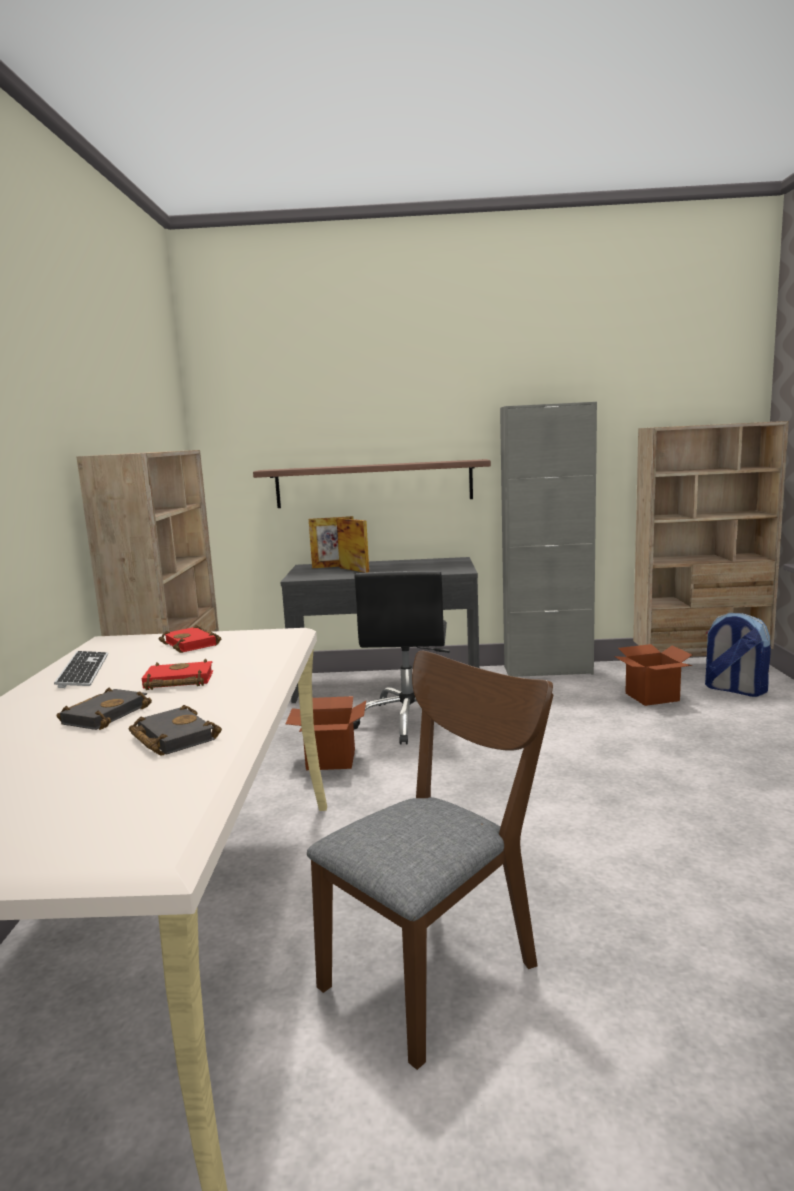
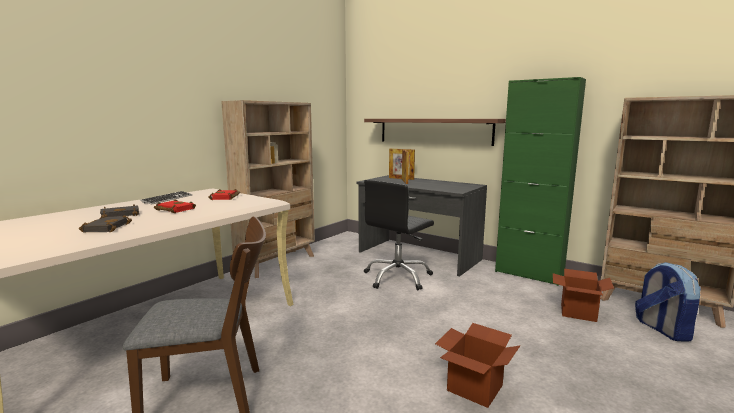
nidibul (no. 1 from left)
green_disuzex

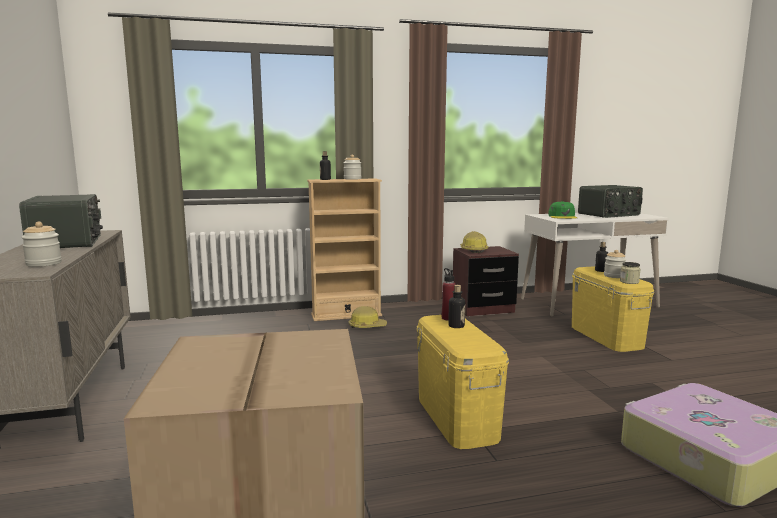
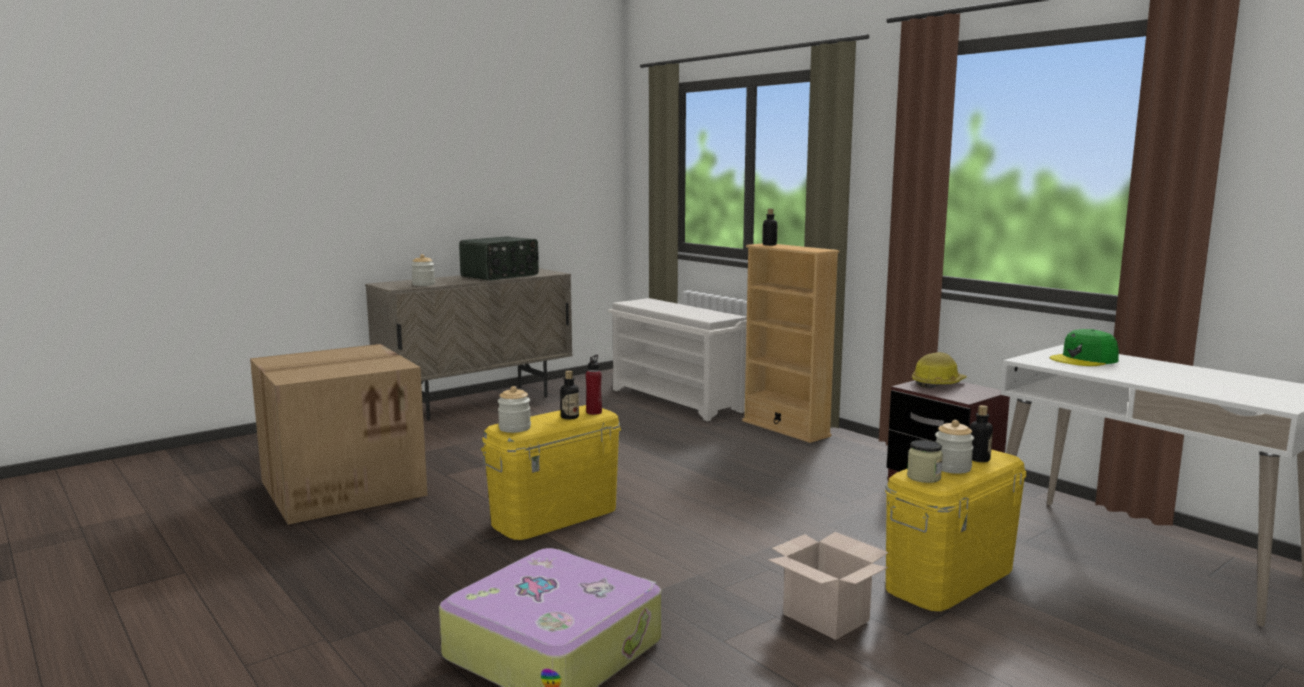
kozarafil (no. 1 from left in the first image)
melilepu (no. 2 from left in the first image)
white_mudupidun
nidibul (no. 2 from left)
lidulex (no. 2 from left)

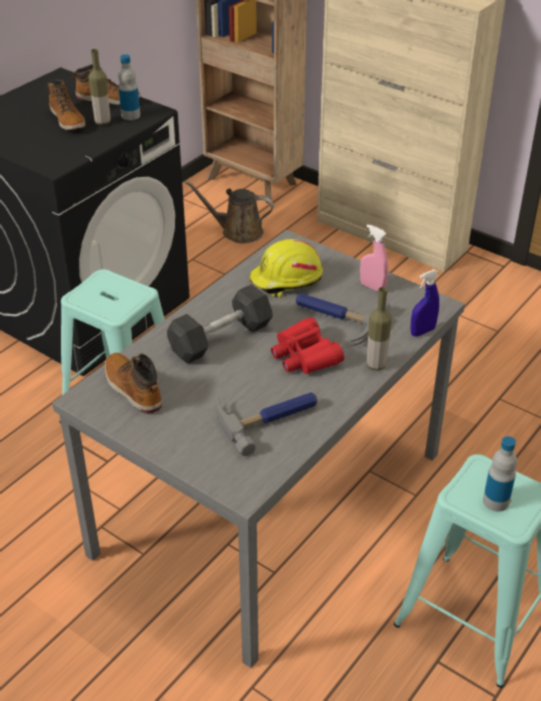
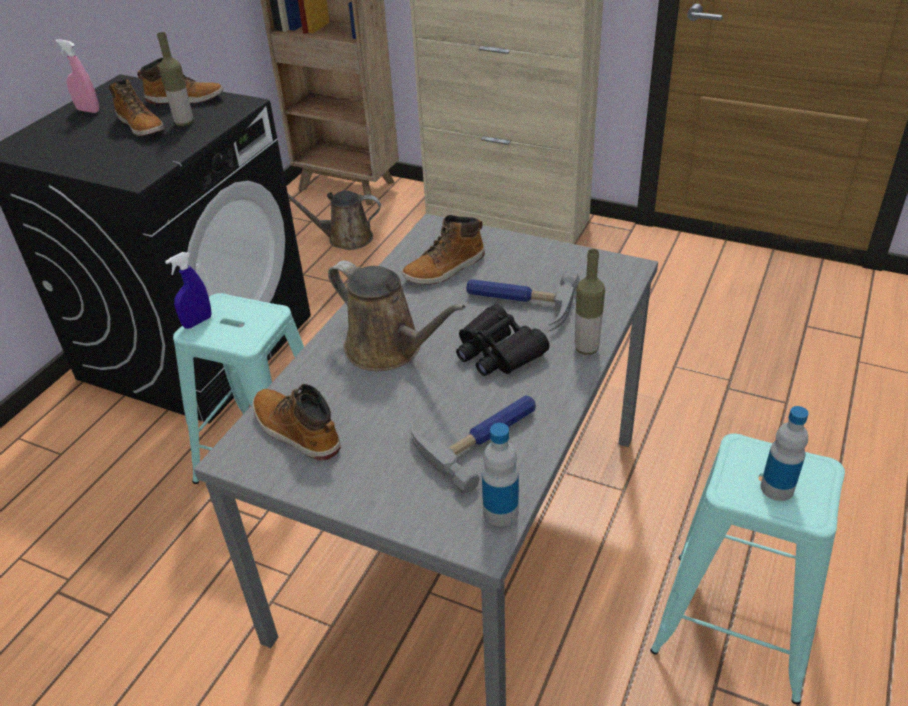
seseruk (no. 2 from left)
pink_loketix
blue_loketix
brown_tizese (no. 2 from left)
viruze (no. 4 from left)
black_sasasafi

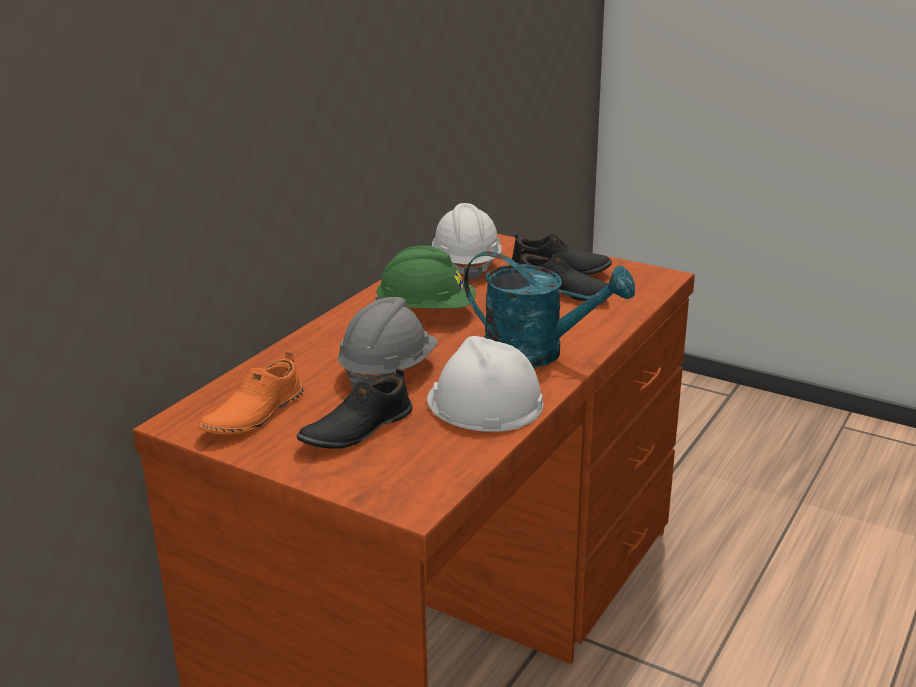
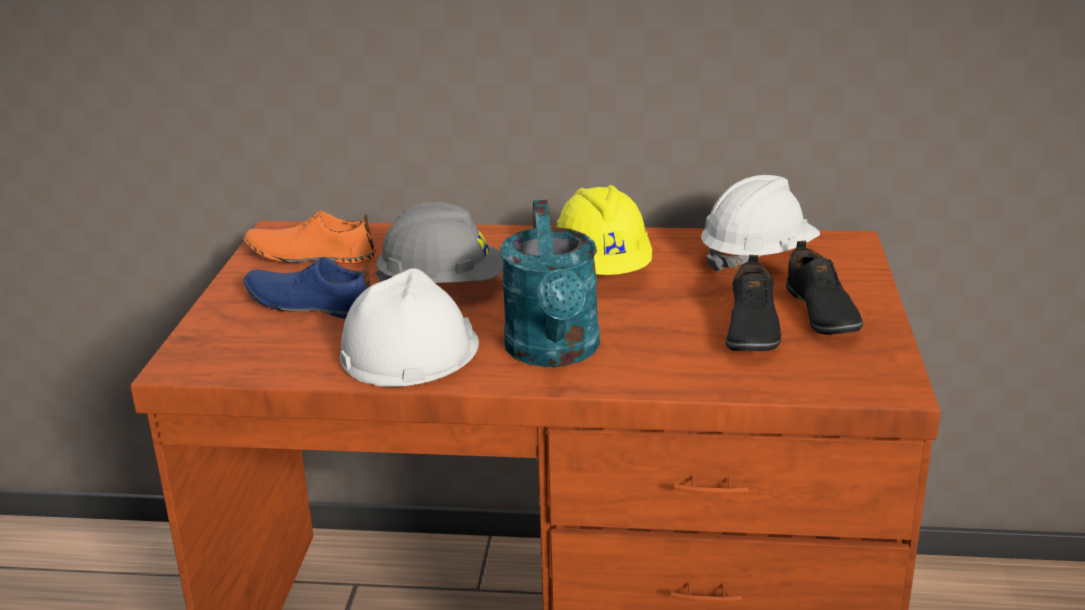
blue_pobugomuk
yellow_kozarafil

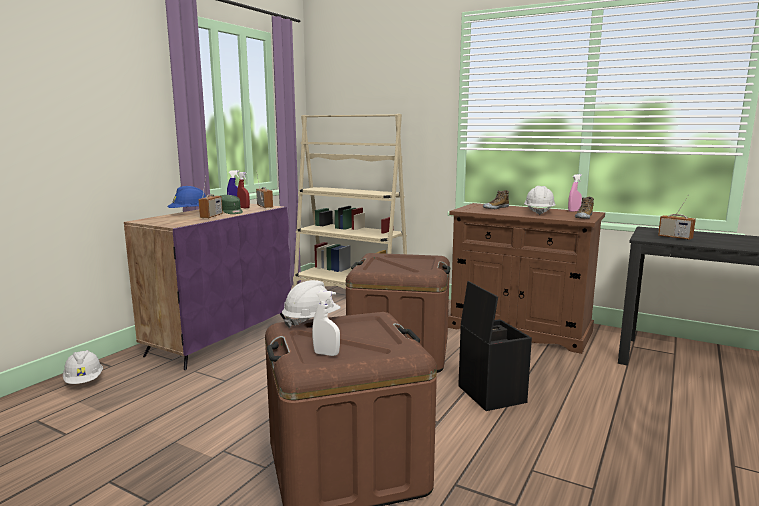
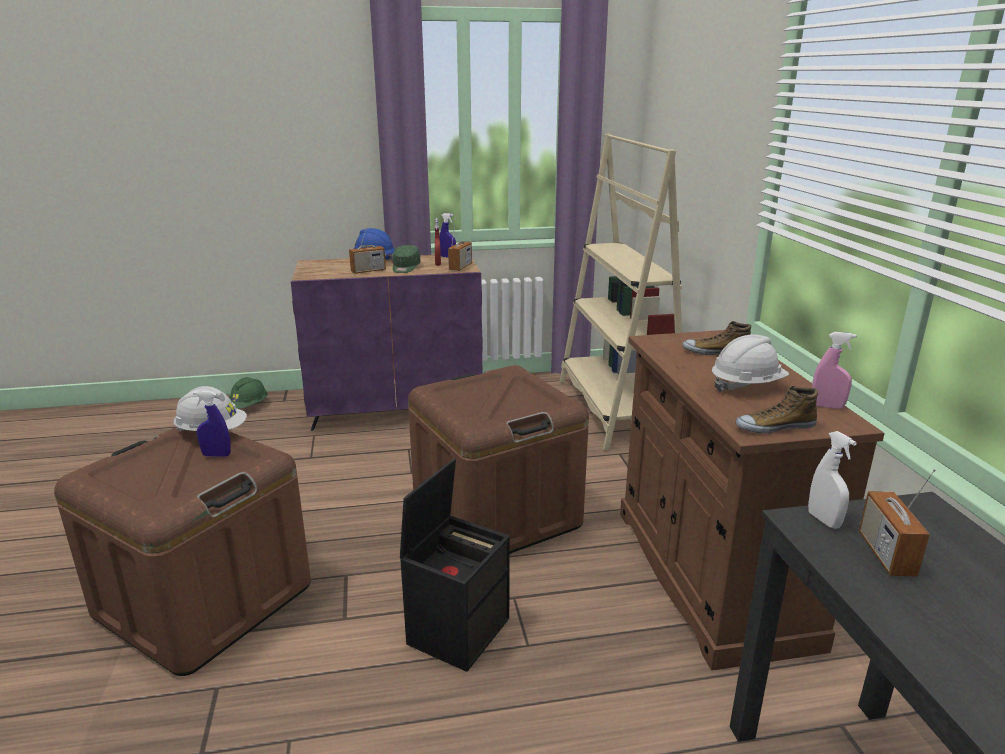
blue_loketix (no. 1 from left)
white_loketix
green_kozarafil

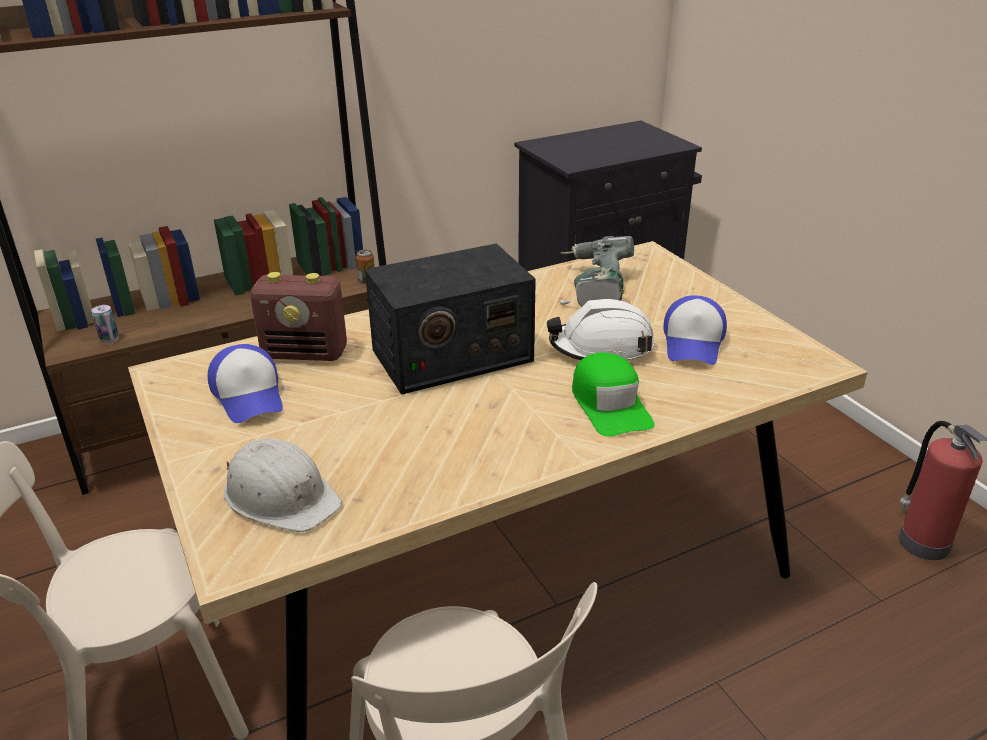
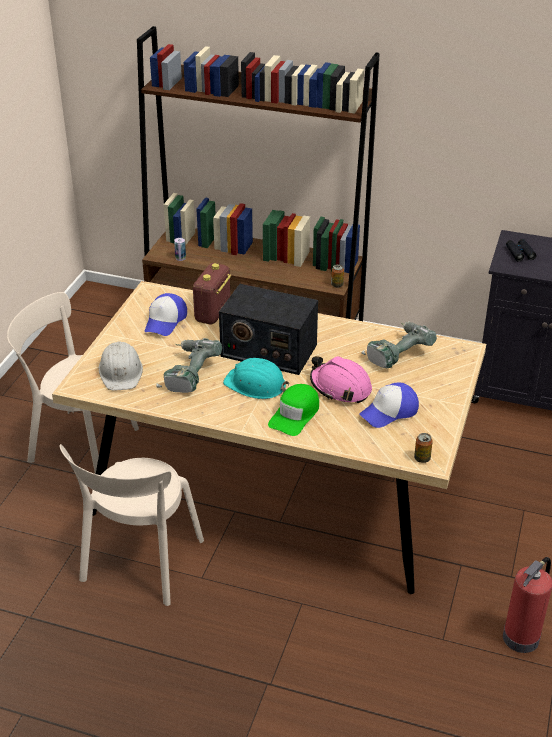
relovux (no. 1 from left)
turquoise_kozarafil
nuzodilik (no. 3 from left)
black_sasasafi
pink_kozarafil
melilepu (no. 1 from left)

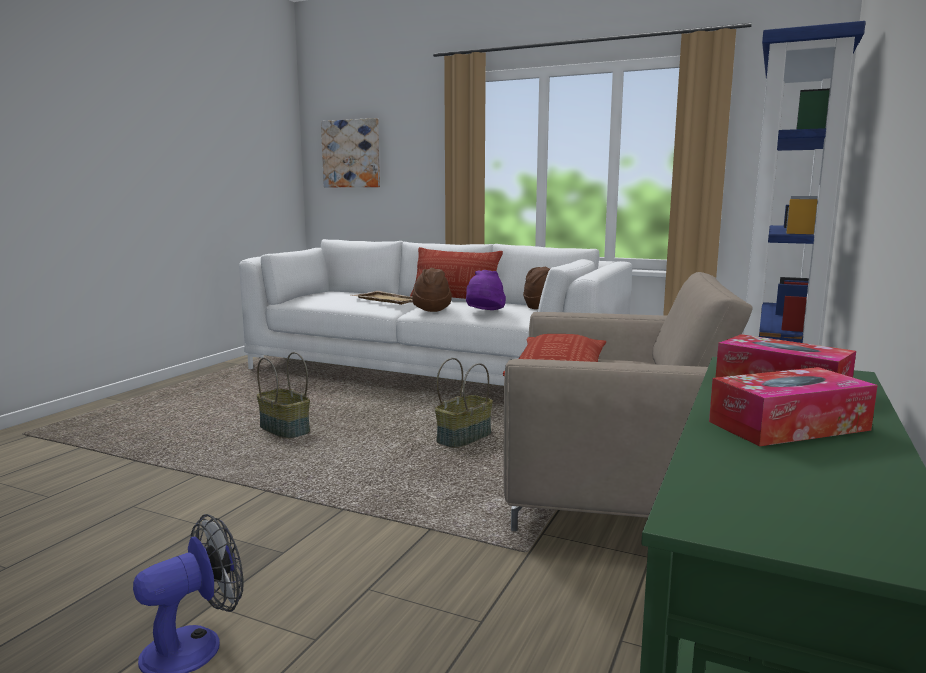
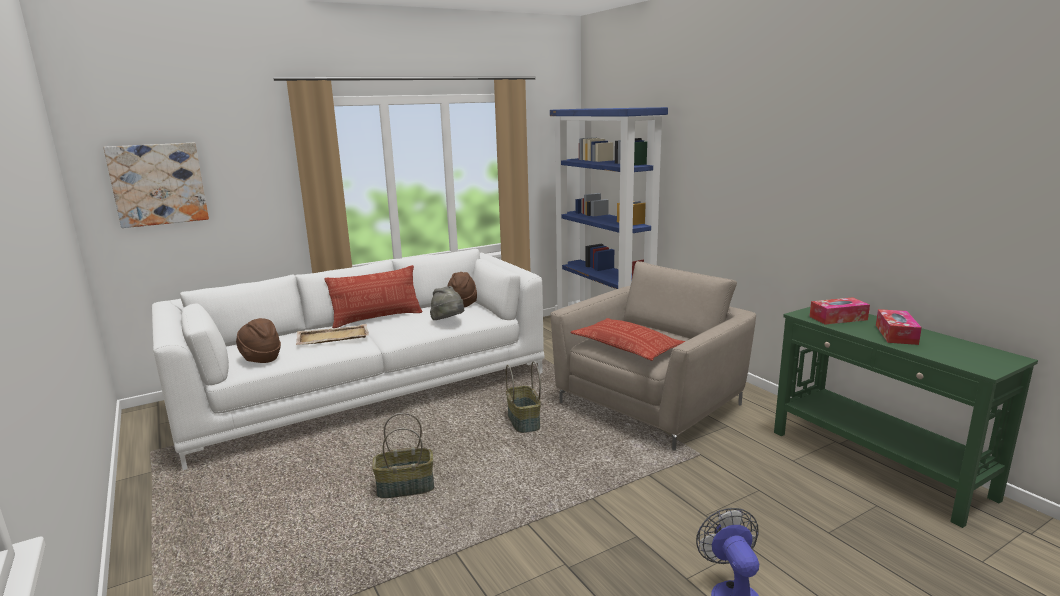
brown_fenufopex (no. 1 from left)
grey_fenufopex

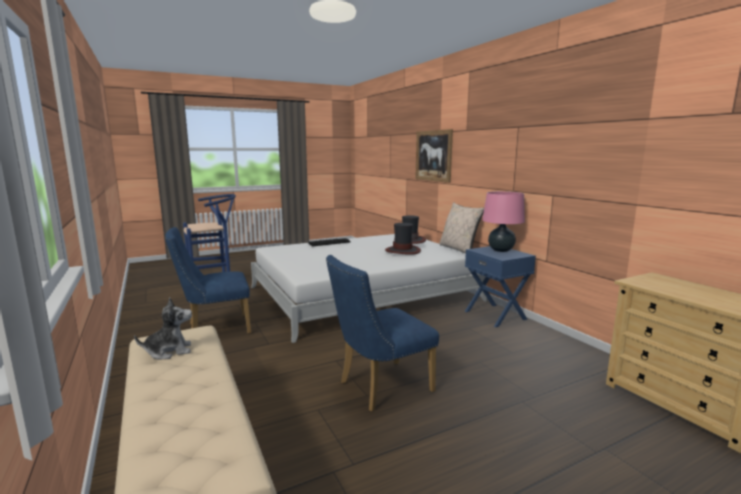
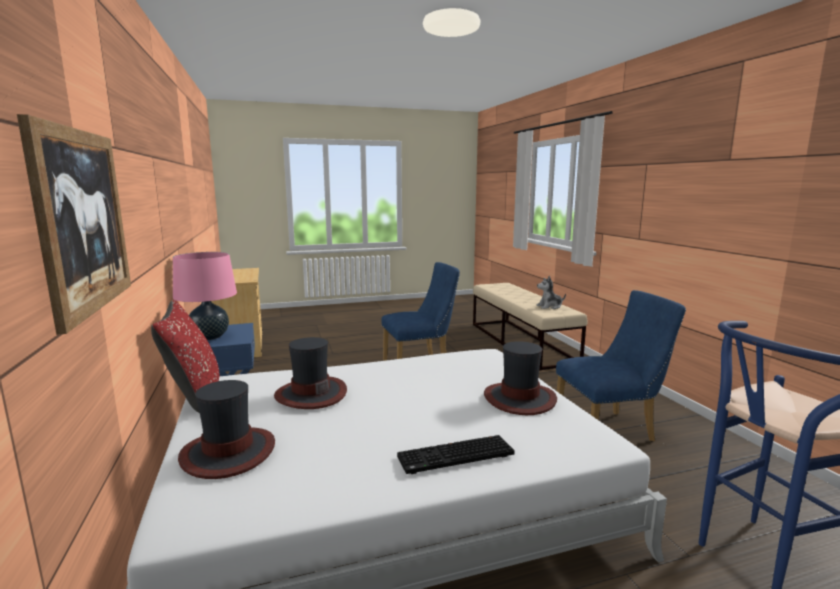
fenufopex (no. 3 from left)
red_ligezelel

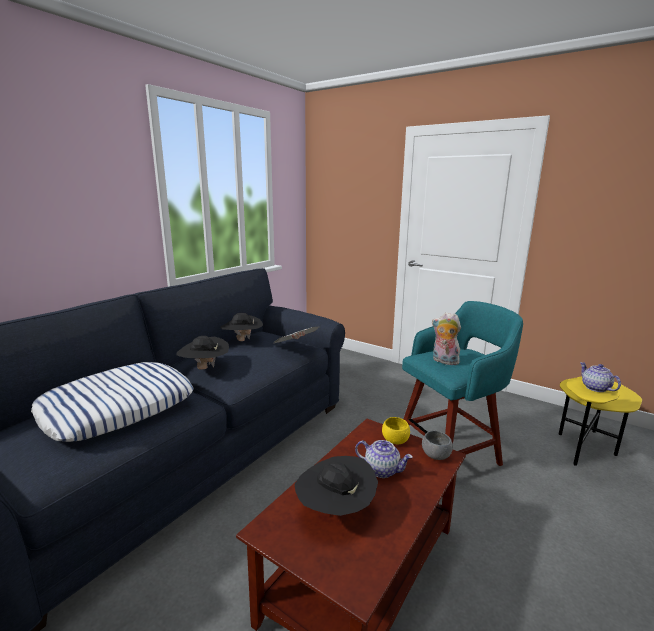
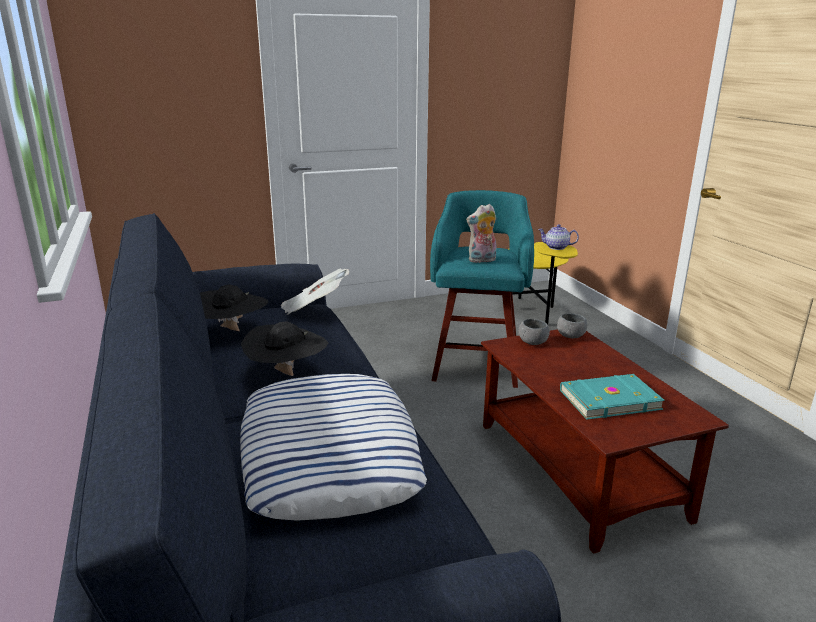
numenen (no. 1 from left in the first image)
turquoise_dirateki
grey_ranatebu (no. 1 from left)

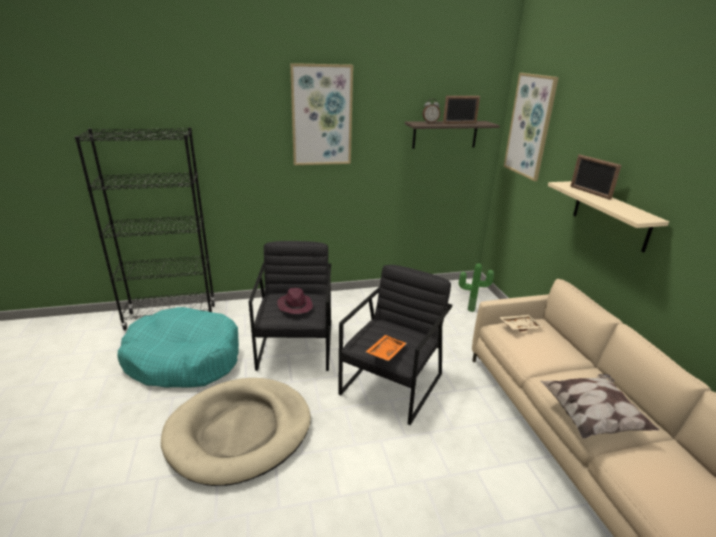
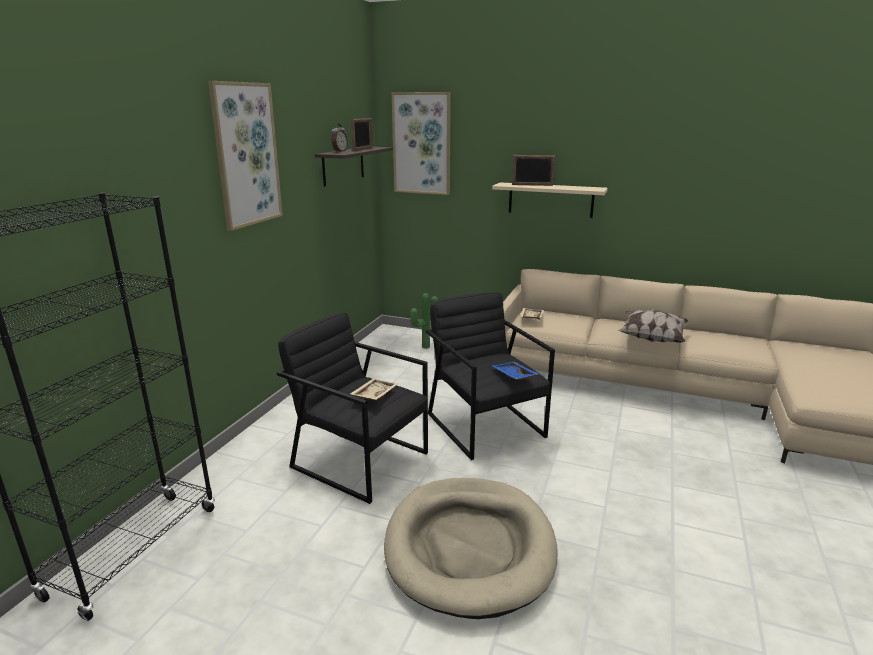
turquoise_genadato
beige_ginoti (no. 1 from left)
blue_ginoti

